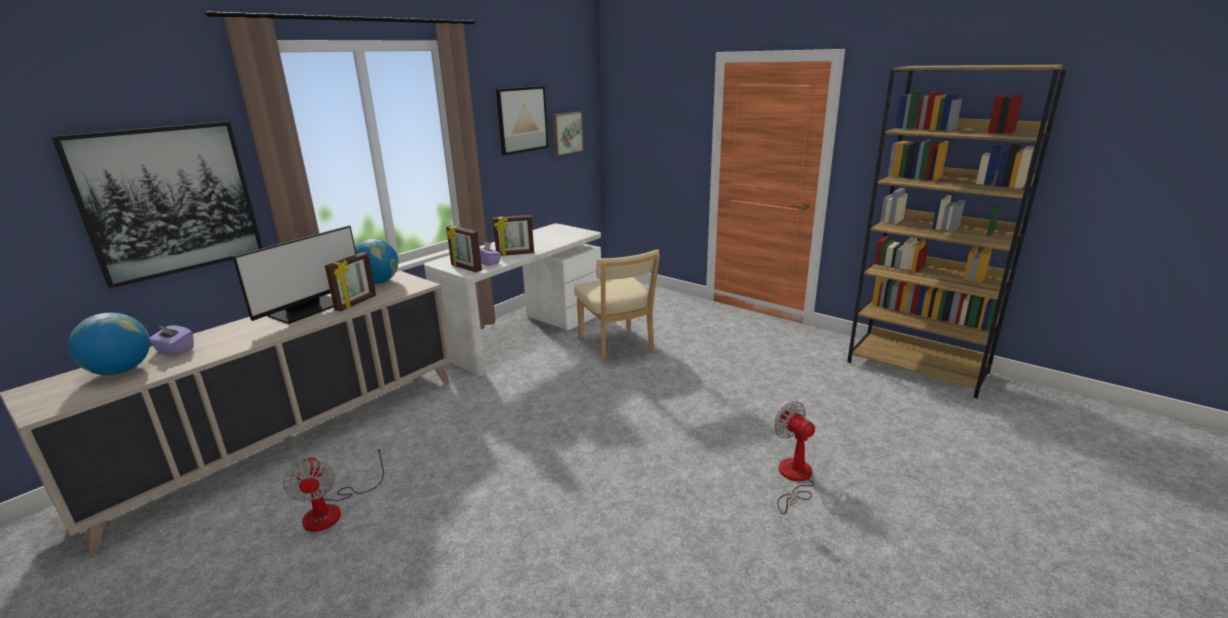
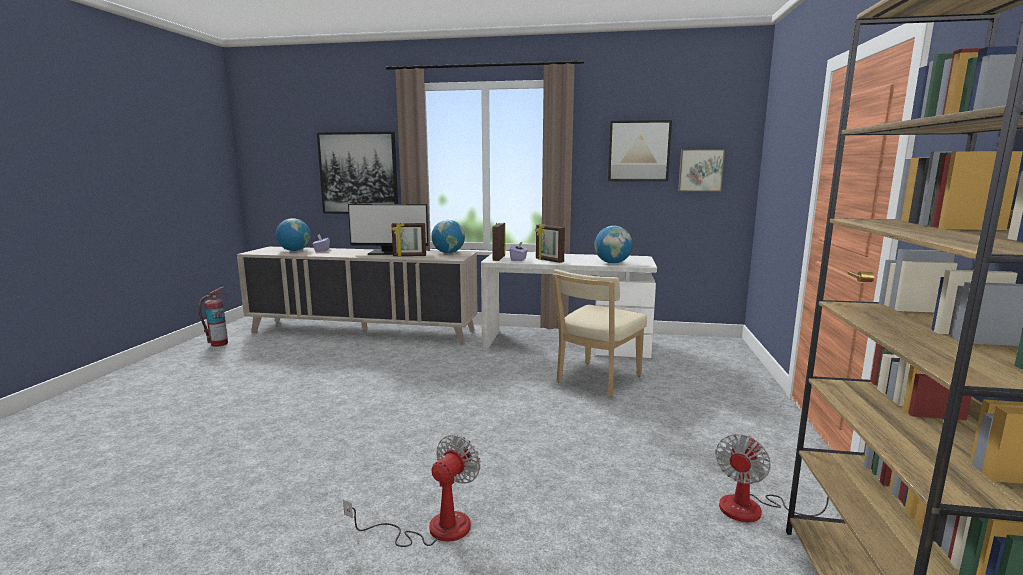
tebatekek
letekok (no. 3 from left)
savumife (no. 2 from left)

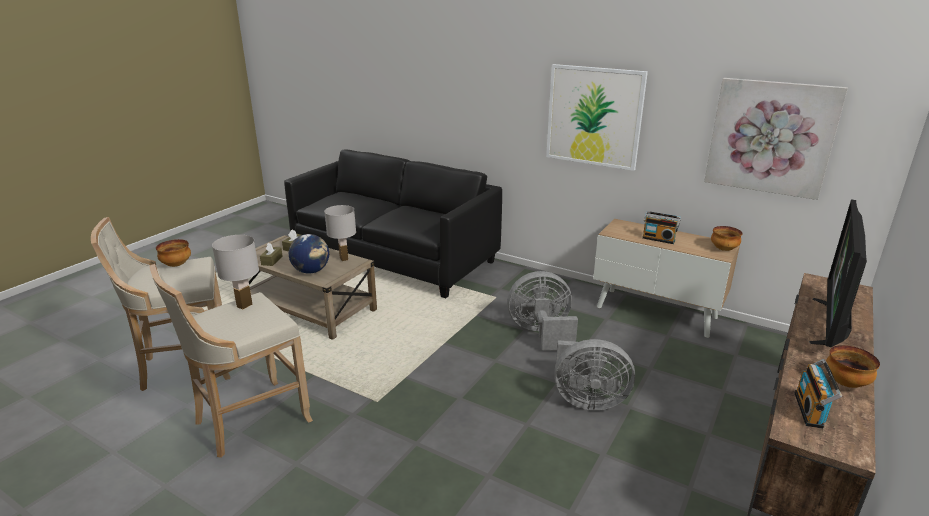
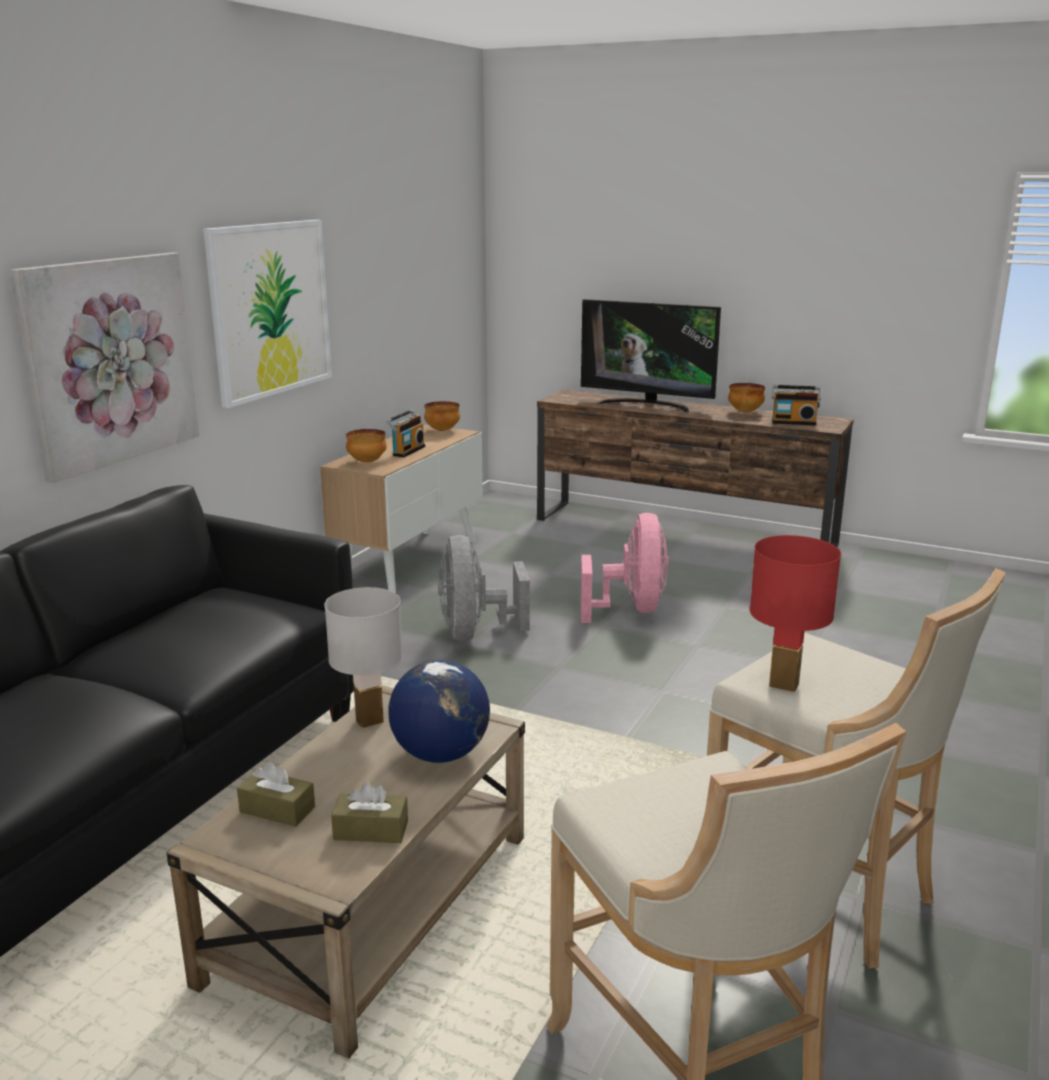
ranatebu (no. 1 from left)
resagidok (no. 1 from left)
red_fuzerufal
pink_savumife

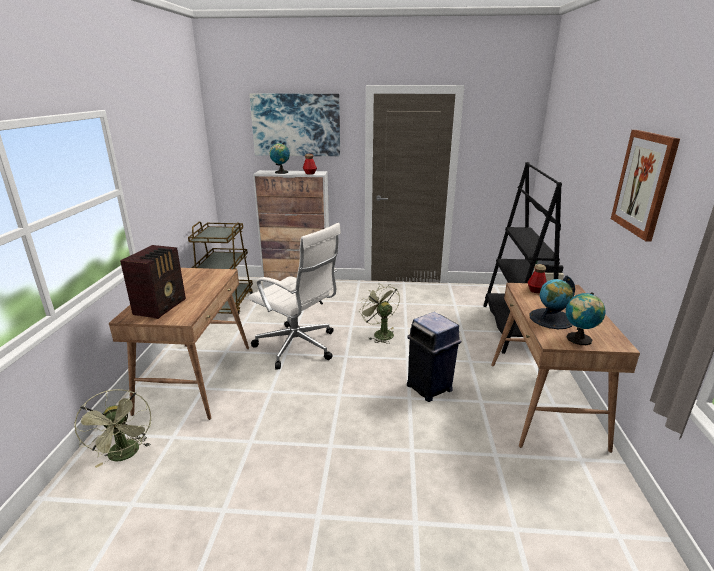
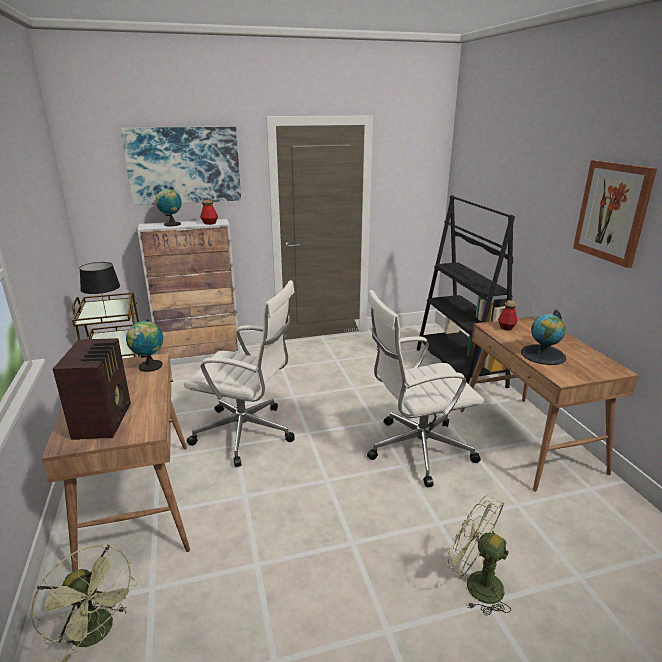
black_fuzerufal
green_savumife (no. 2 from left)
letekok (no. 1 from left)
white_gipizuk (no. 2 from left)

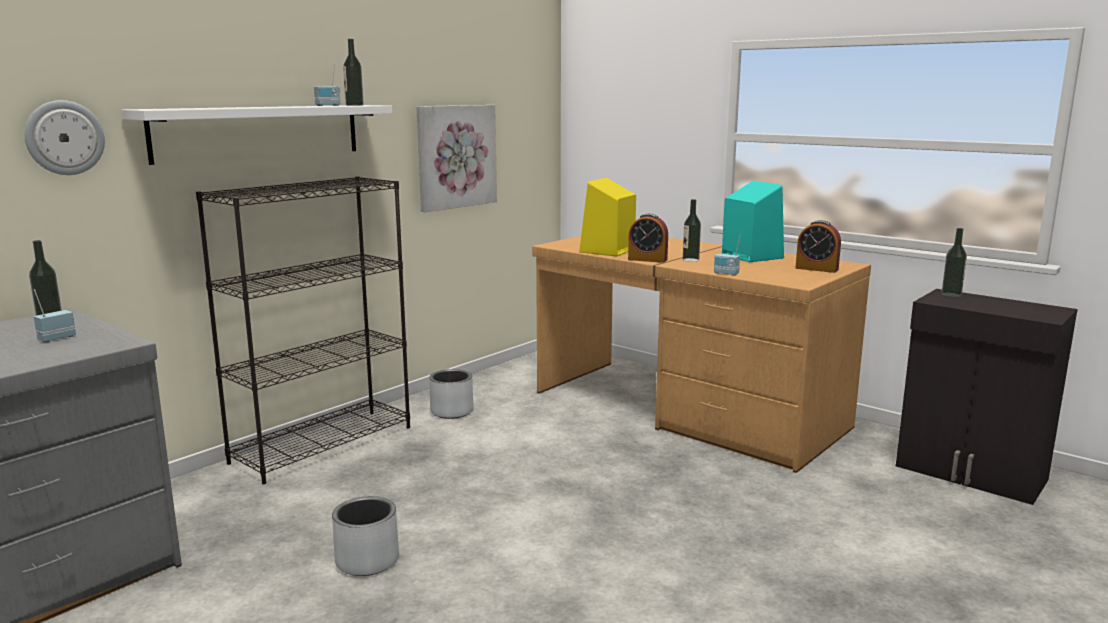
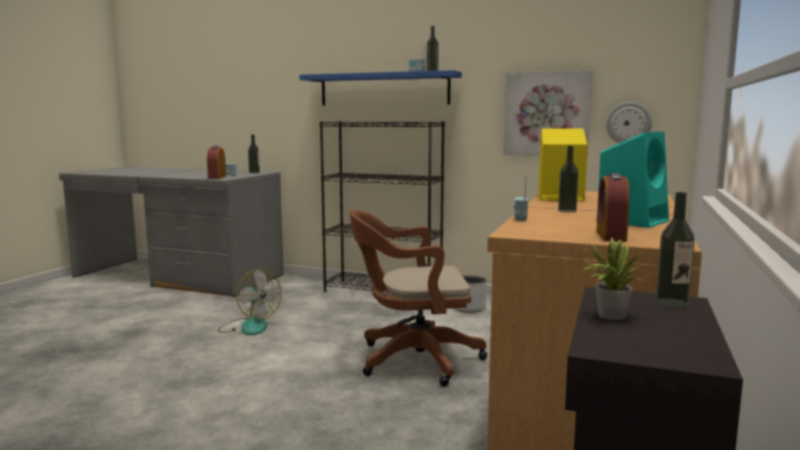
brown_gipizuk
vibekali
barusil
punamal (no. 1 from left)
savumife
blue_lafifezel

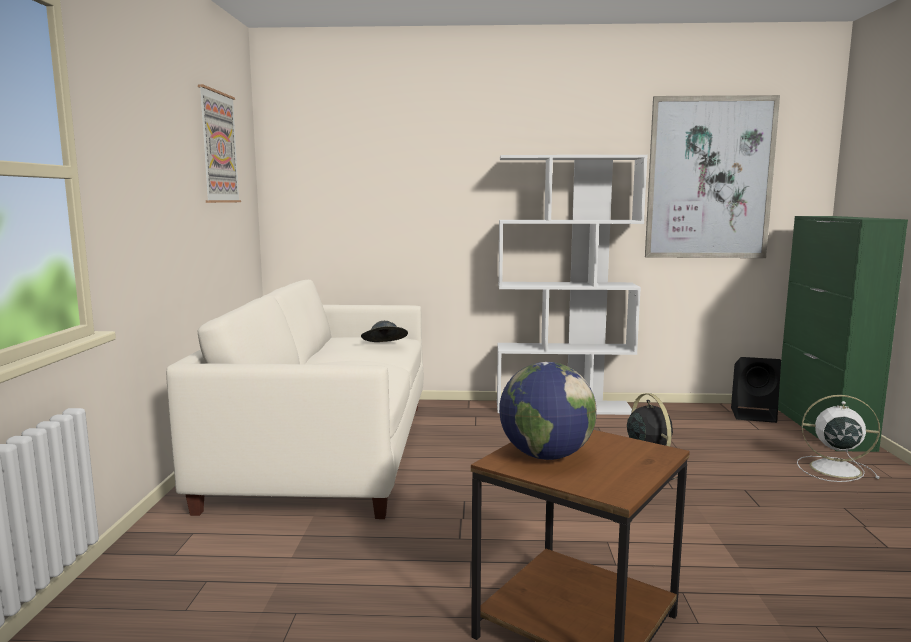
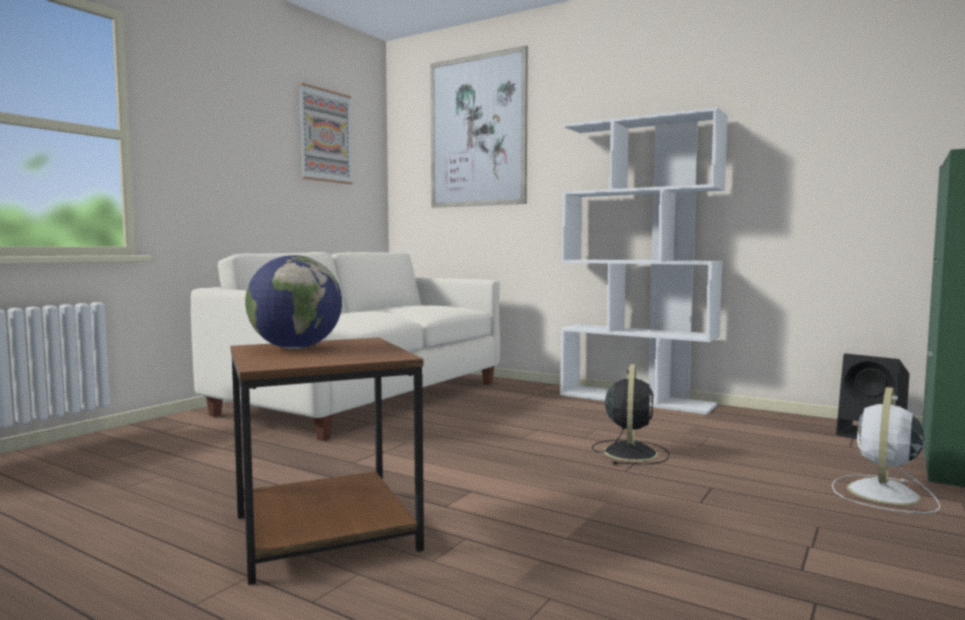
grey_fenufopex
resagidok (no. 2 from left)
white_savumife

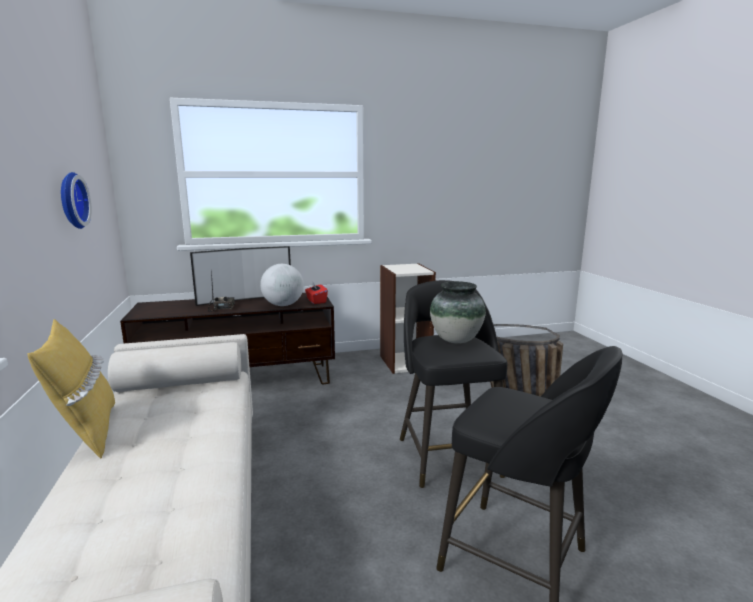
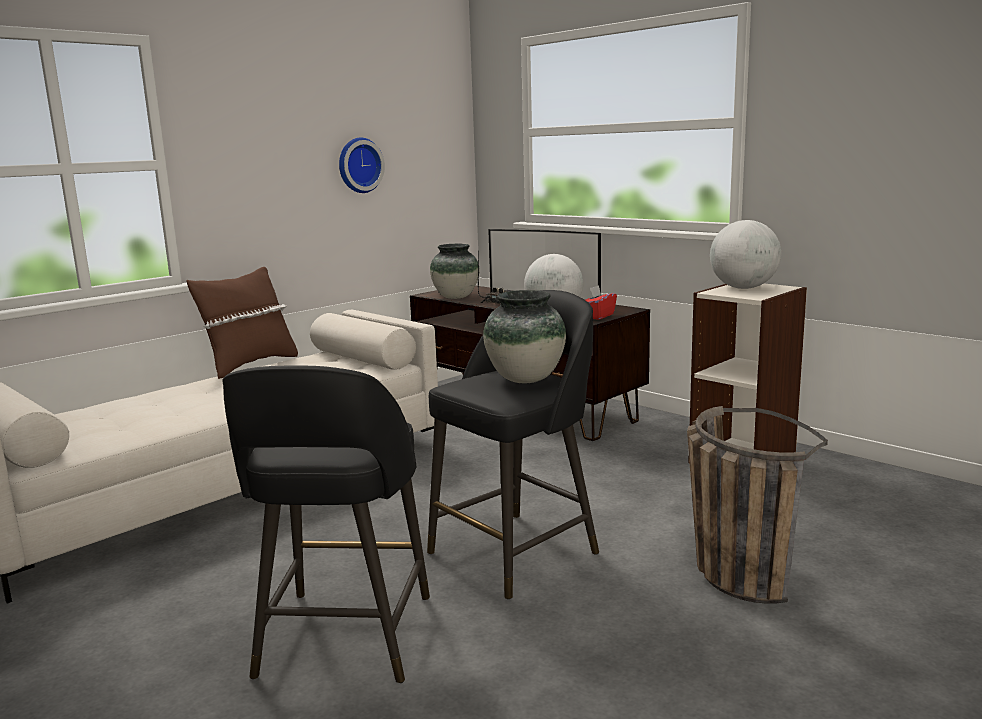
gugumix (no. 1 from left)
letekok (no. 2 from left)
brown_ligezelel

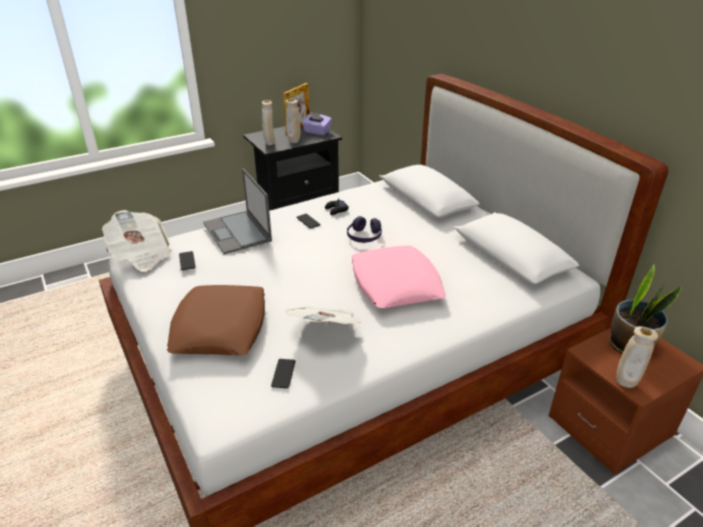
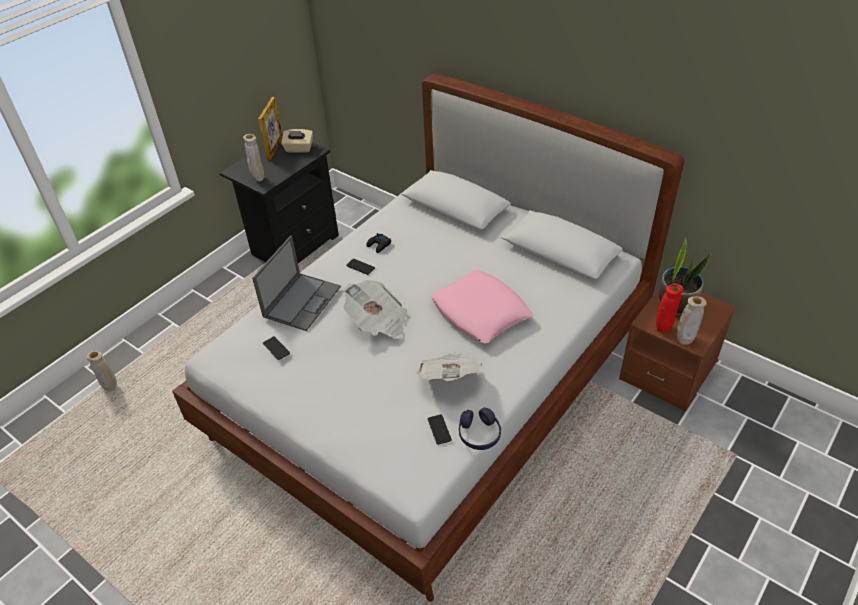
brown_ligezelel
red_gugumix
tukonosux (no. 1 from left)
beige_gugumix (no. 1 from left)
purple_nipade
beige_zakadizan
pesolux

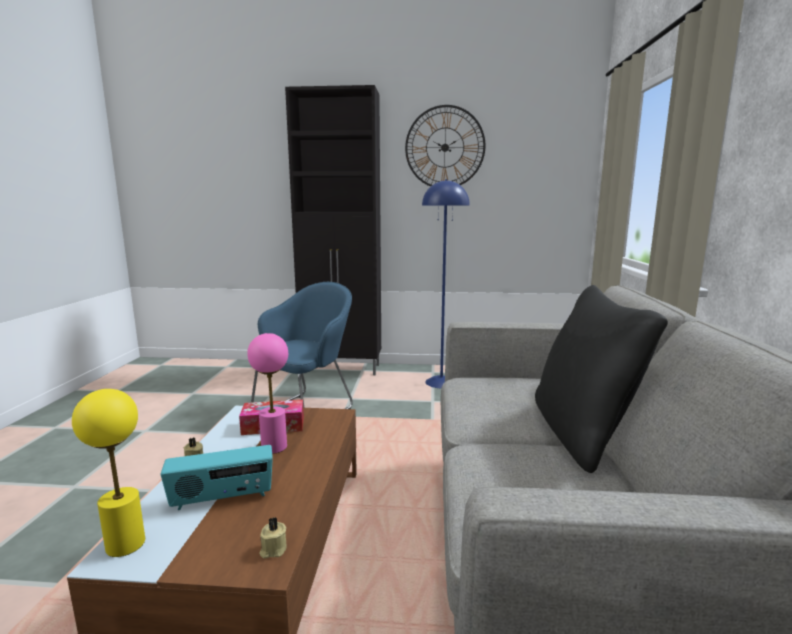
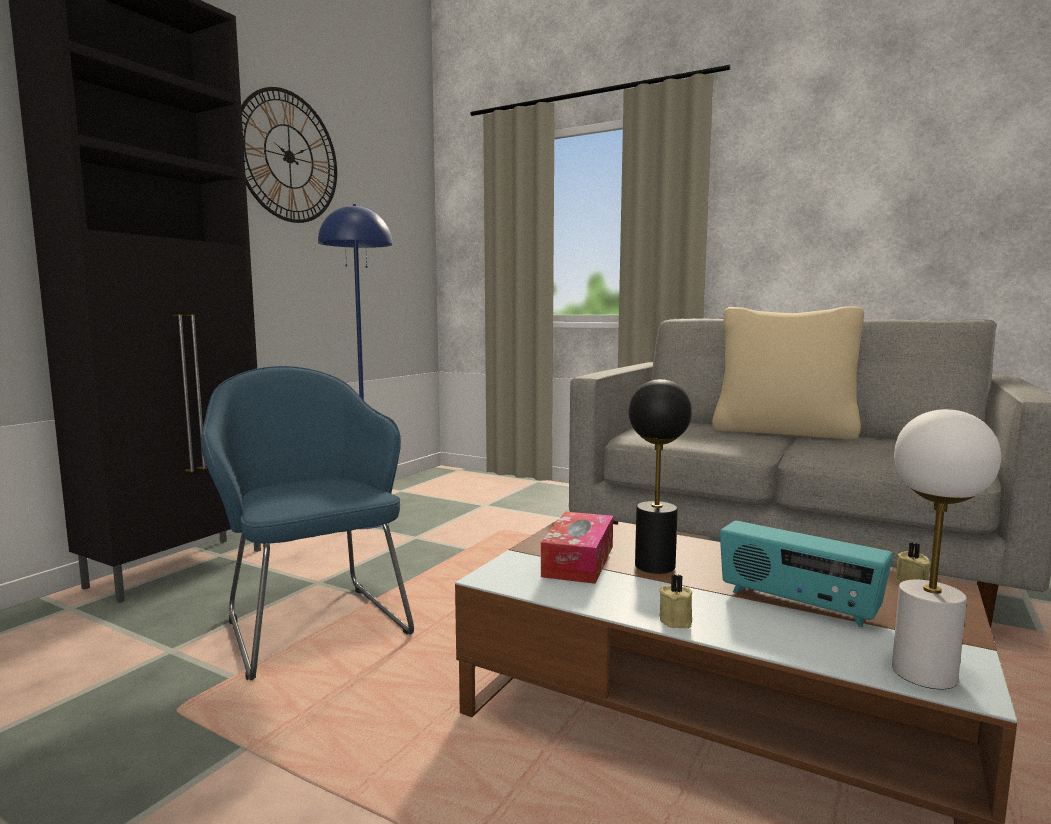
white_fuzerufal
black_fuzerufal
beige_ligezelel
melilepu

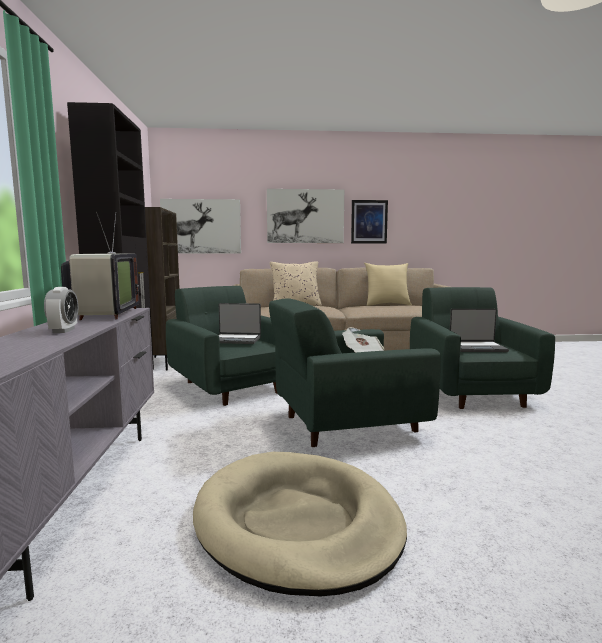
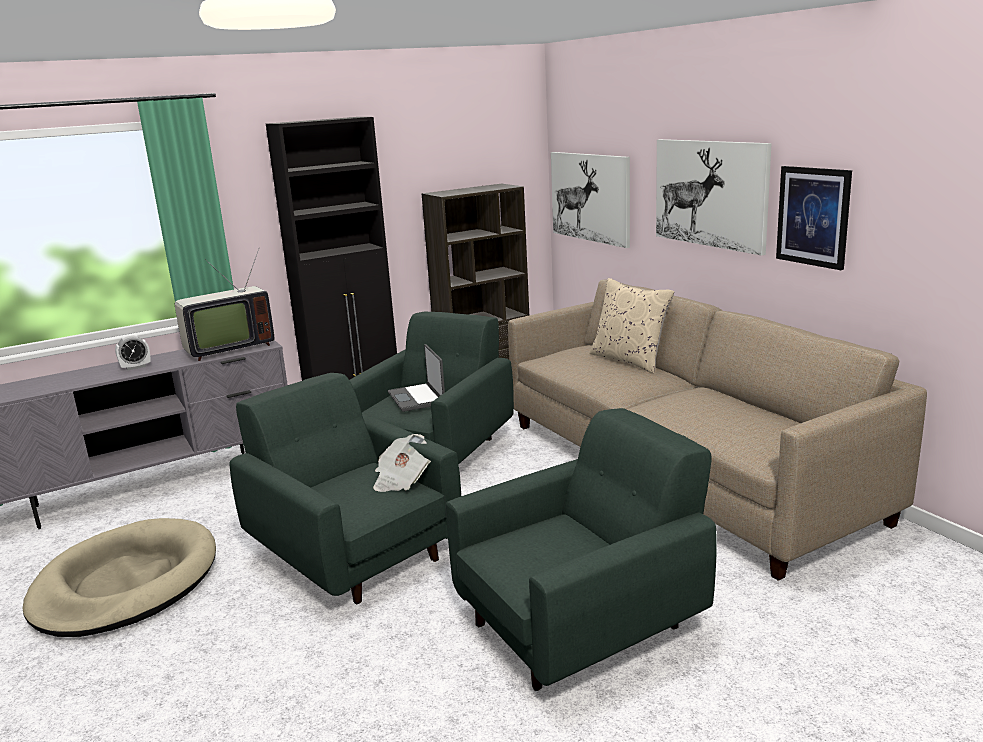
beige_ligezelel (no. 2 from left in the first image)
pesolux (no. 2 from left in the first image)

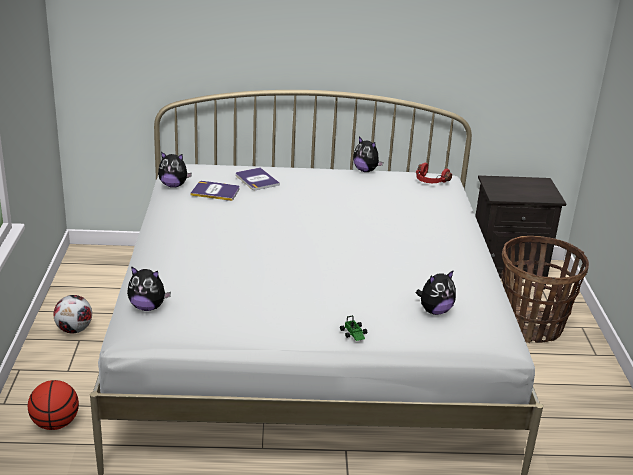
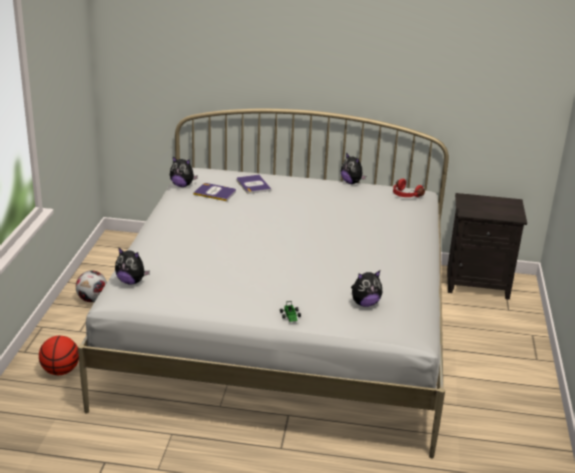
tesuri

